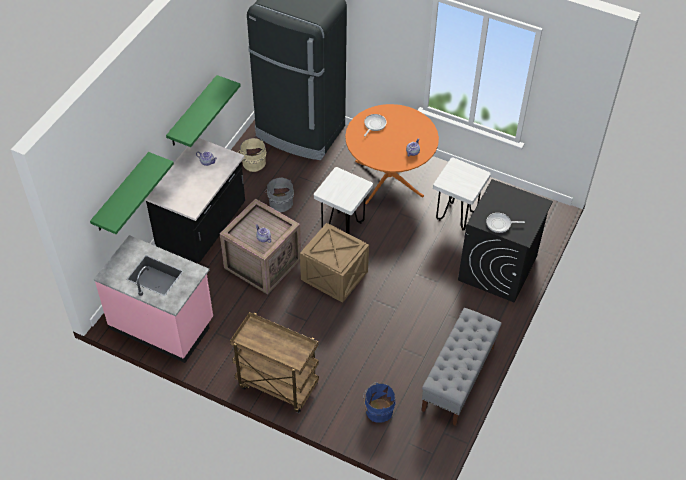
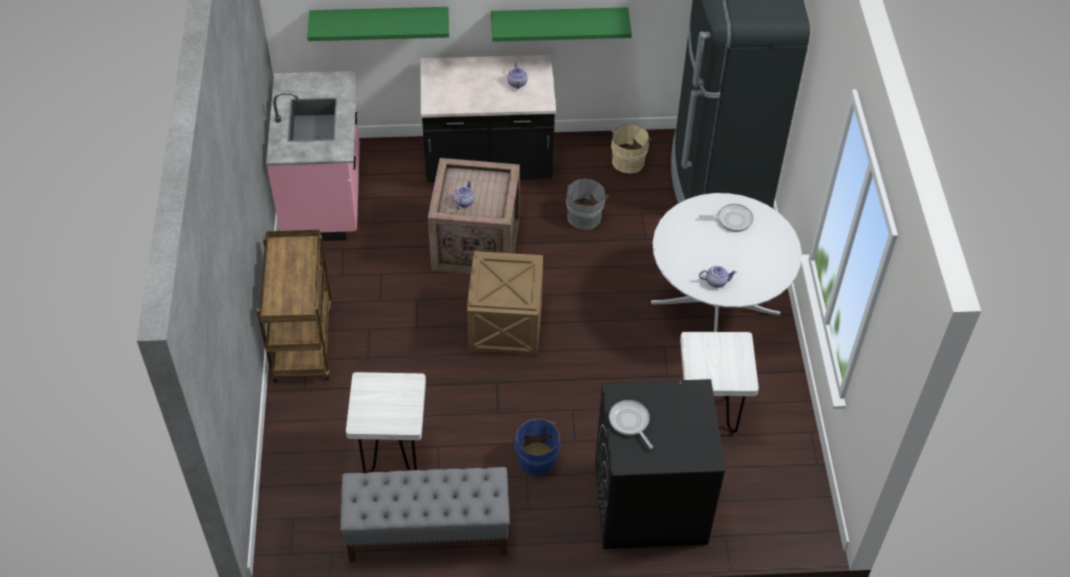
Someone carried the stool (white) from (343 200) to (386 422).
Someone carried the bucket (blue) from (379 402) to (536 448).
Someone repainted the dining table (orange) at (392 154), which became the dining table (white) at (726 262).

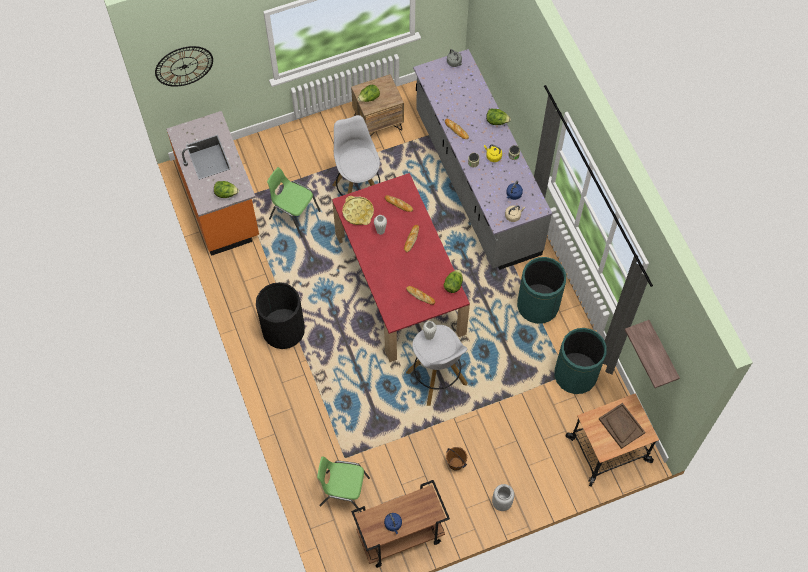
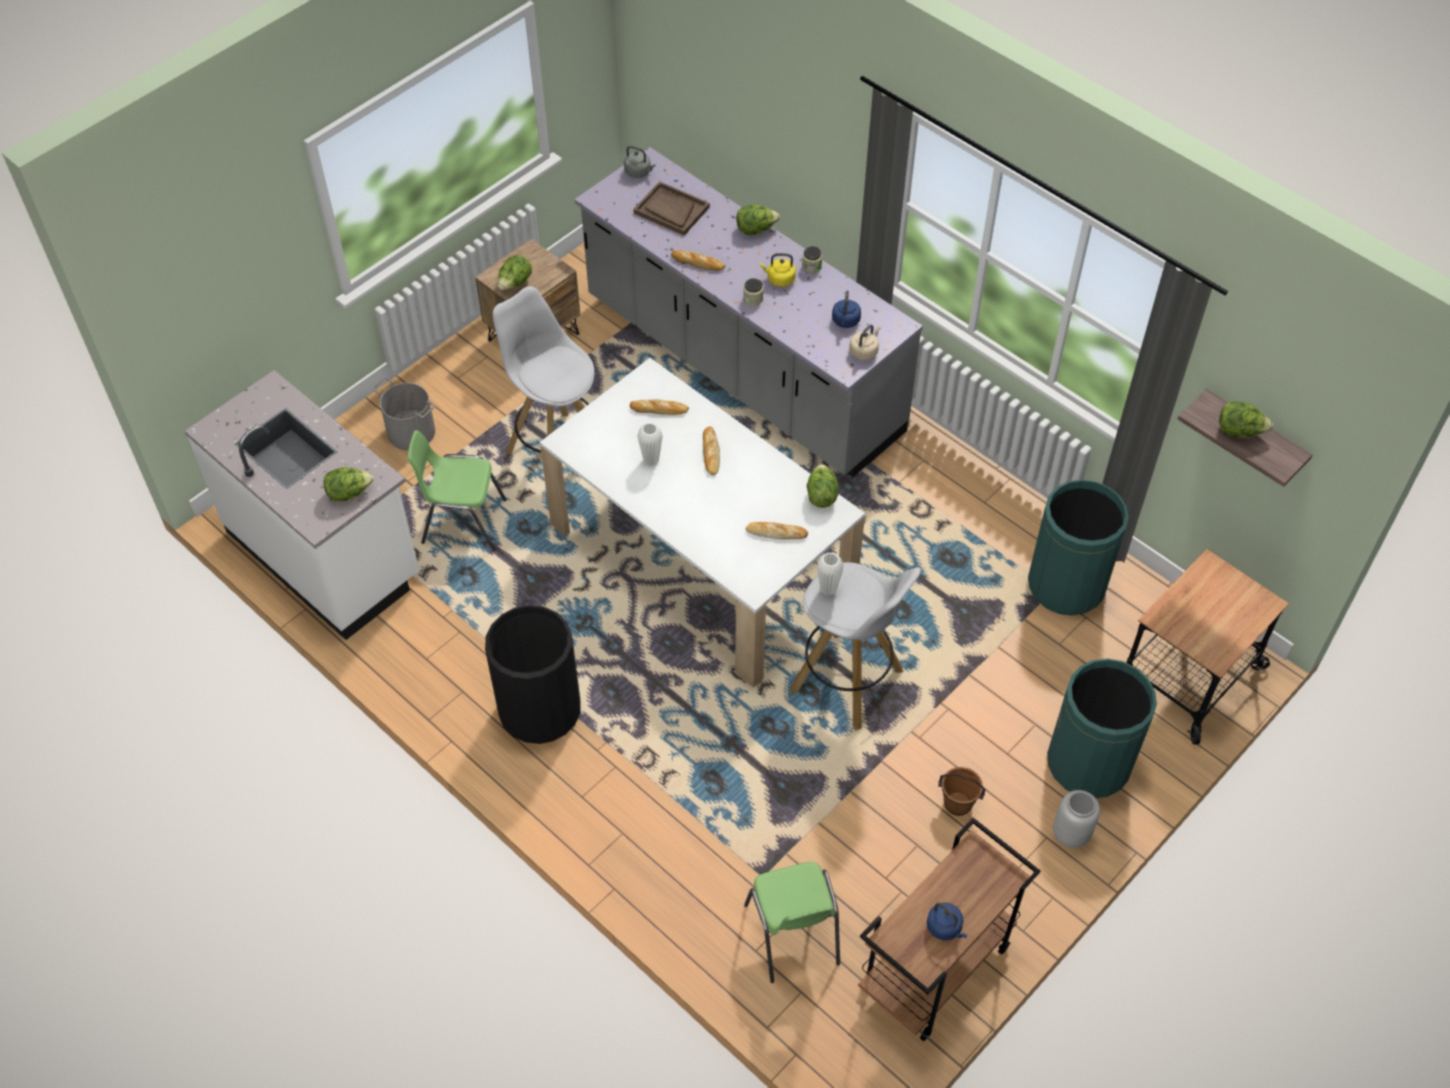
Someone took away the wall clock at (184 66).
Someone took away the tray (yellow) at (358 210).
Someone put down the bucket (grey) at (403 414).
Someone put down the lettuce at (1246 419).
Someone carried the trash can (green) from (541 290) to (1102 728).
Someone carried the tray (brown) from (622 426) to (672 208).
Someone repainted the counter (orange) at (212 183), which became the counter (white) at (302 505).
Someone repainted the dining table (red) at (401 267), which became the dining table (white) at (702 523).
Someone rotated the chair (green) at (343 484) by 90 degrees counterclockwise.

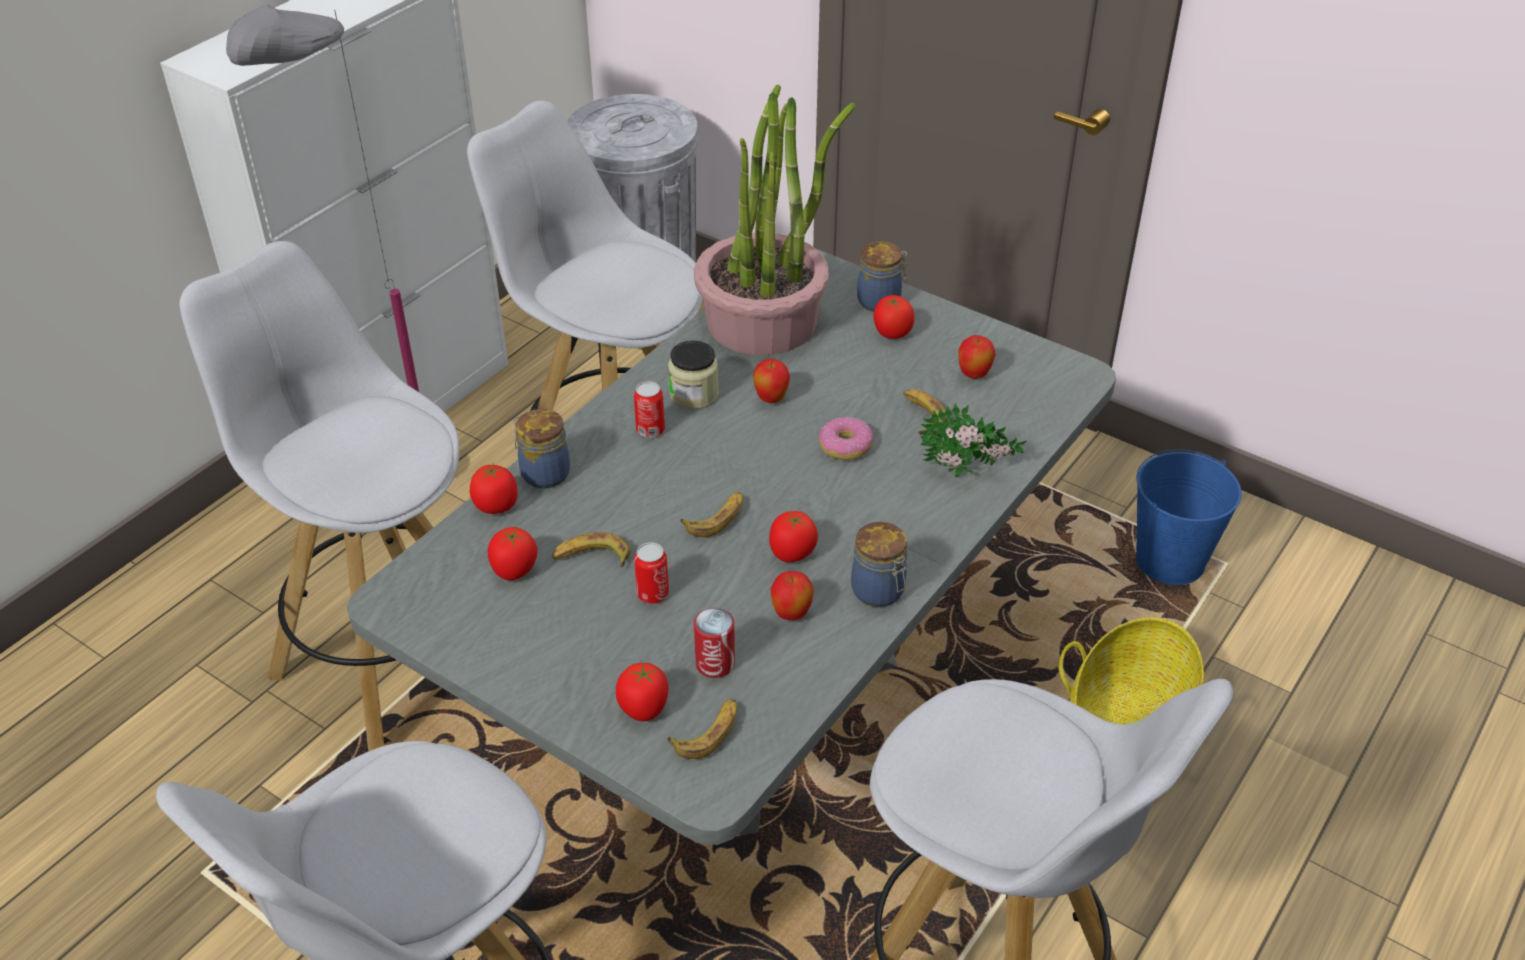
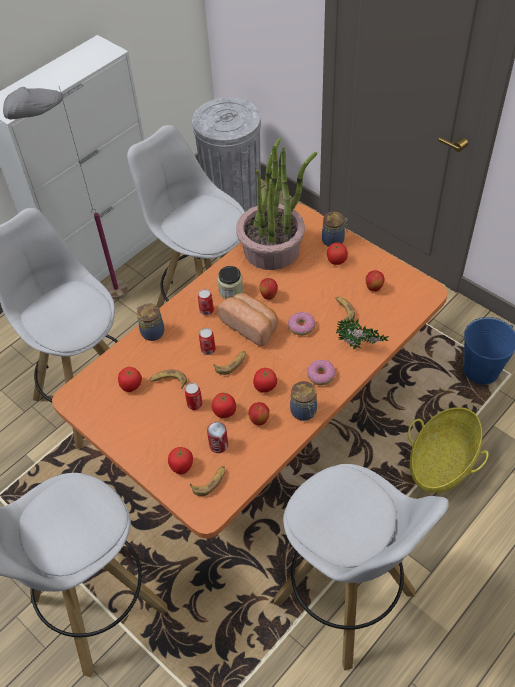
Someone put down the can at (207 341).
Someone put down the bread at (248 319).
Someone put down the donut at (321 372).
Someone carried the tomato from (494 488) to (224 405).
Someone repainted the dining table (grey) at (731 547), which became the dining table (orange) at (250 371).

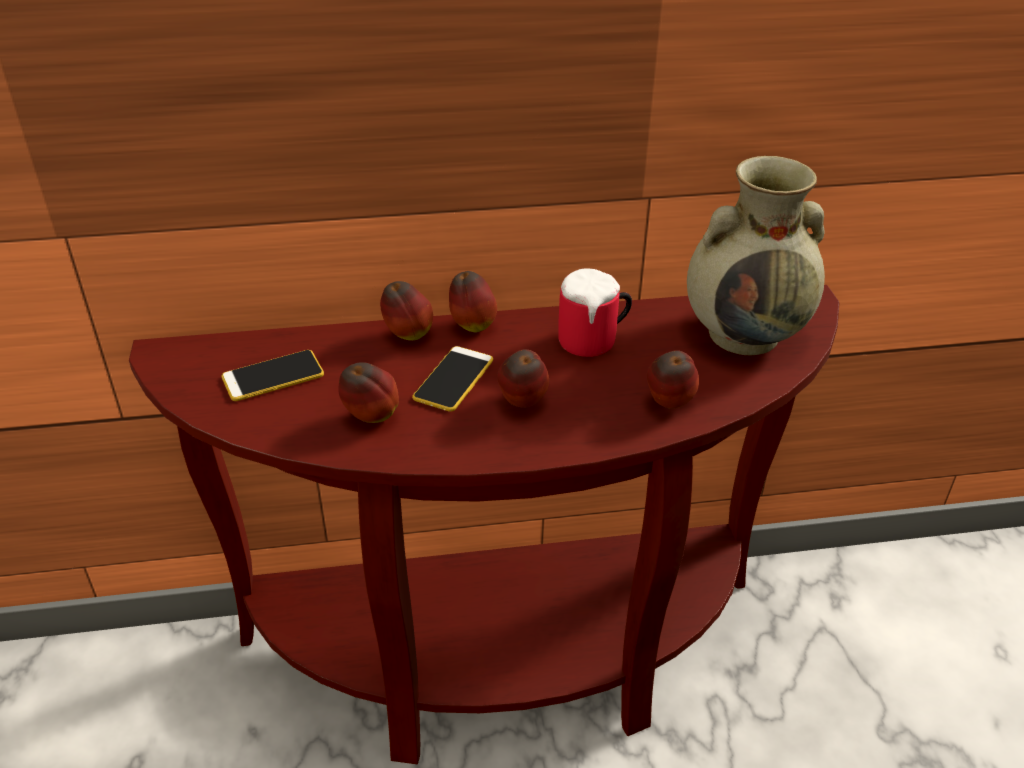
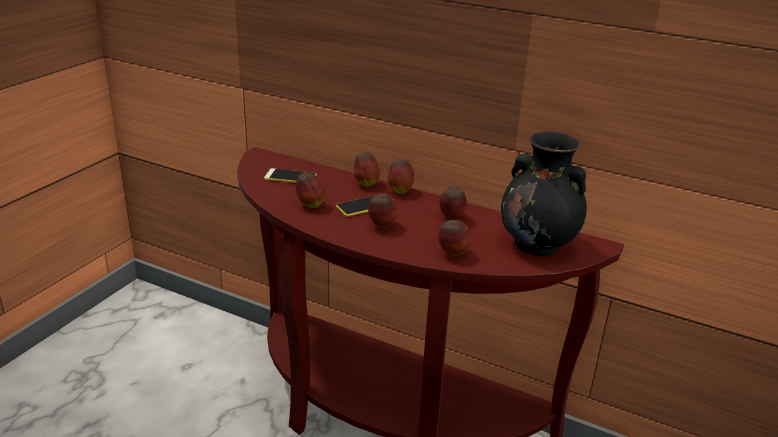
Someone swapped the mug at (595 313) for the apple at (453 202).
Someone repainted the vase (beige) at (756 255), which became the vase (black) at (544 194).

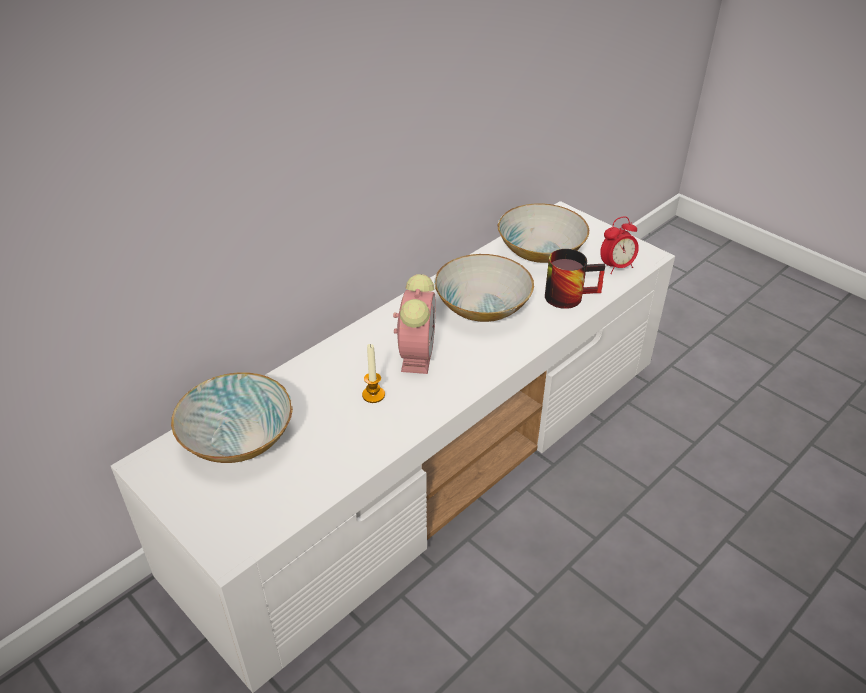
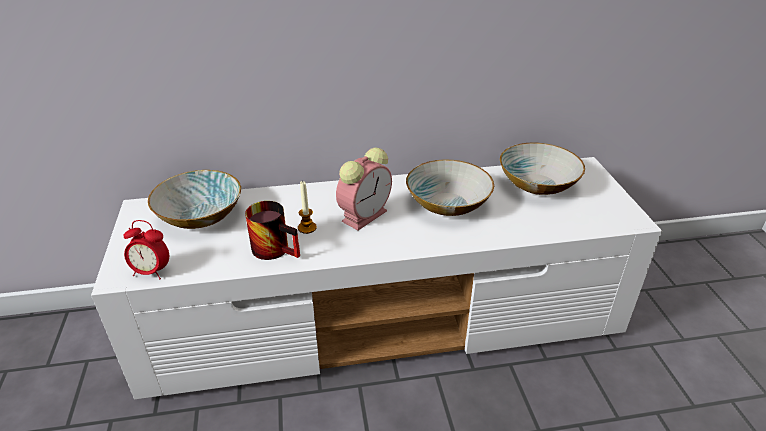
Someone carried the mug from (575 279) to (272 230).
Someone carried the alarm clock from (619 245) to (146 249).

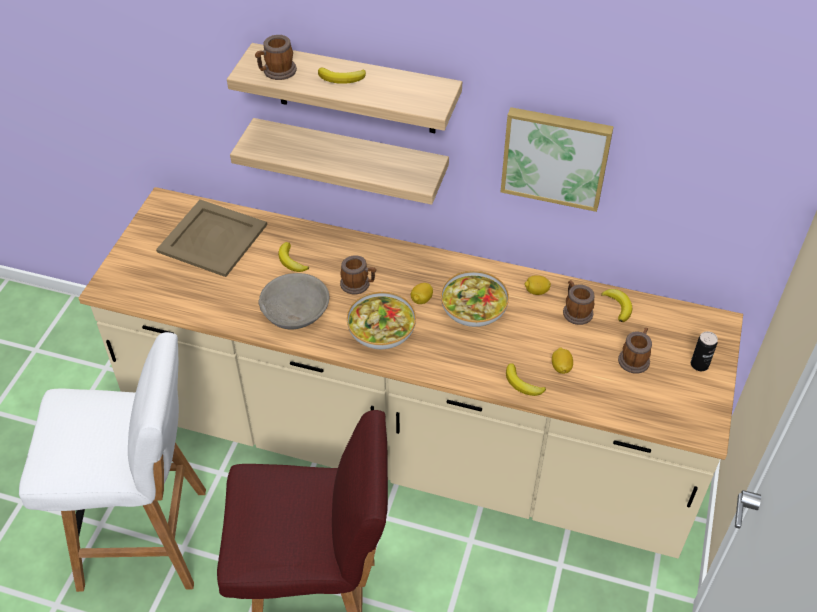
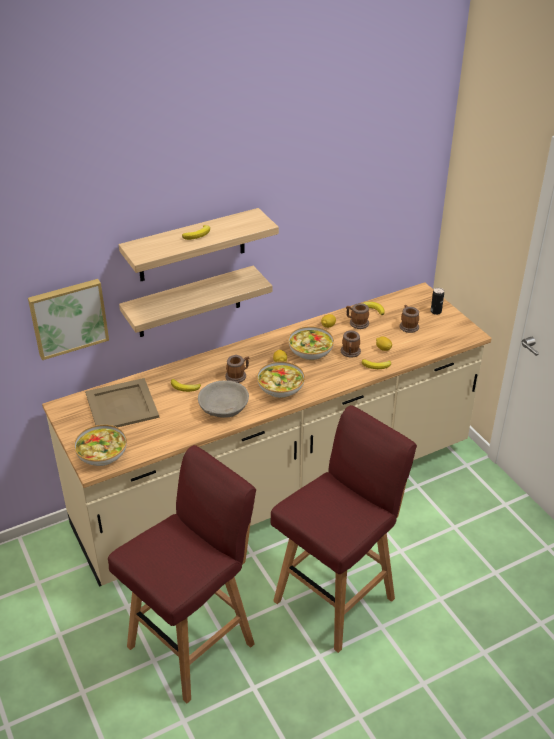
Someone put down the bowl at (100 445).
Someone carried the mug from (276 57) to (351 344).
Someone carried the picture from (557 159) to (68 319).
Someone repainted the stool (white) at (112 462), which became the stool (red) at (182 574).

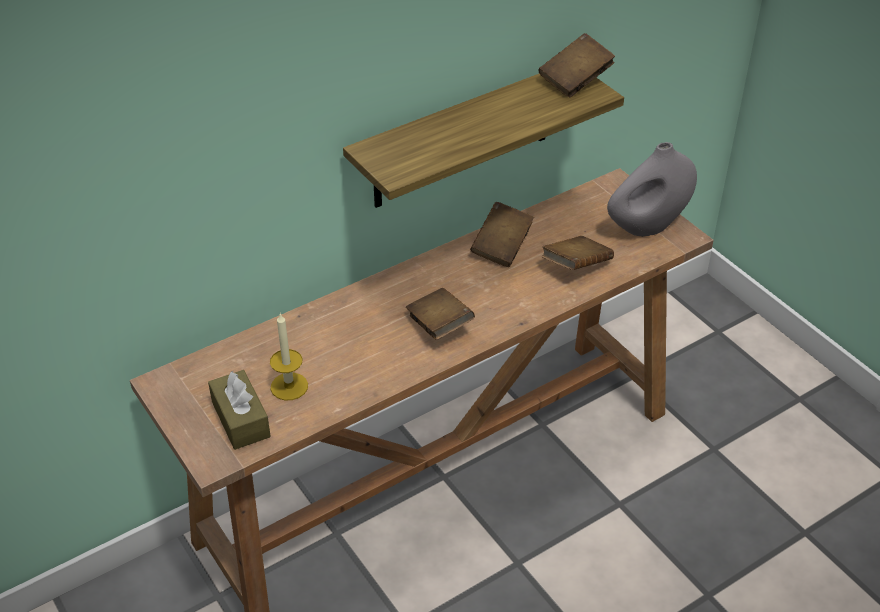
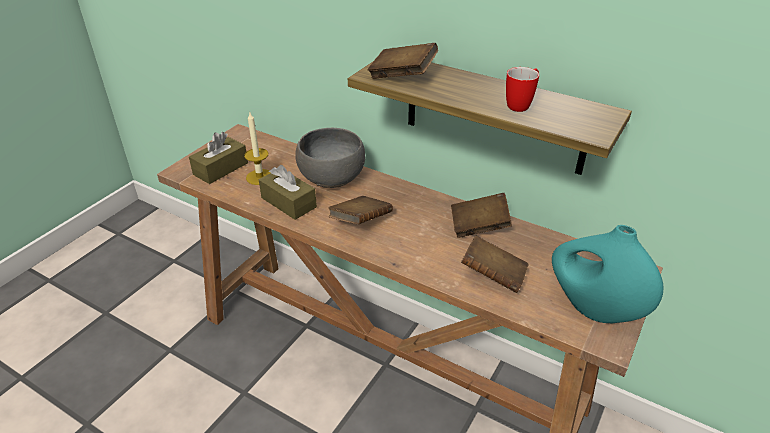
Someone put down the tissue box (brown) at (288 192).
Someone put down the bowl (grey) at (330 158).
Someone put down the mug at (522 89).
Someone carried the book (brown) from (577 65) to (402 61).
Someone repainted the vase (grey) at (652 189), which became the vase (turquoise) at (607 274).

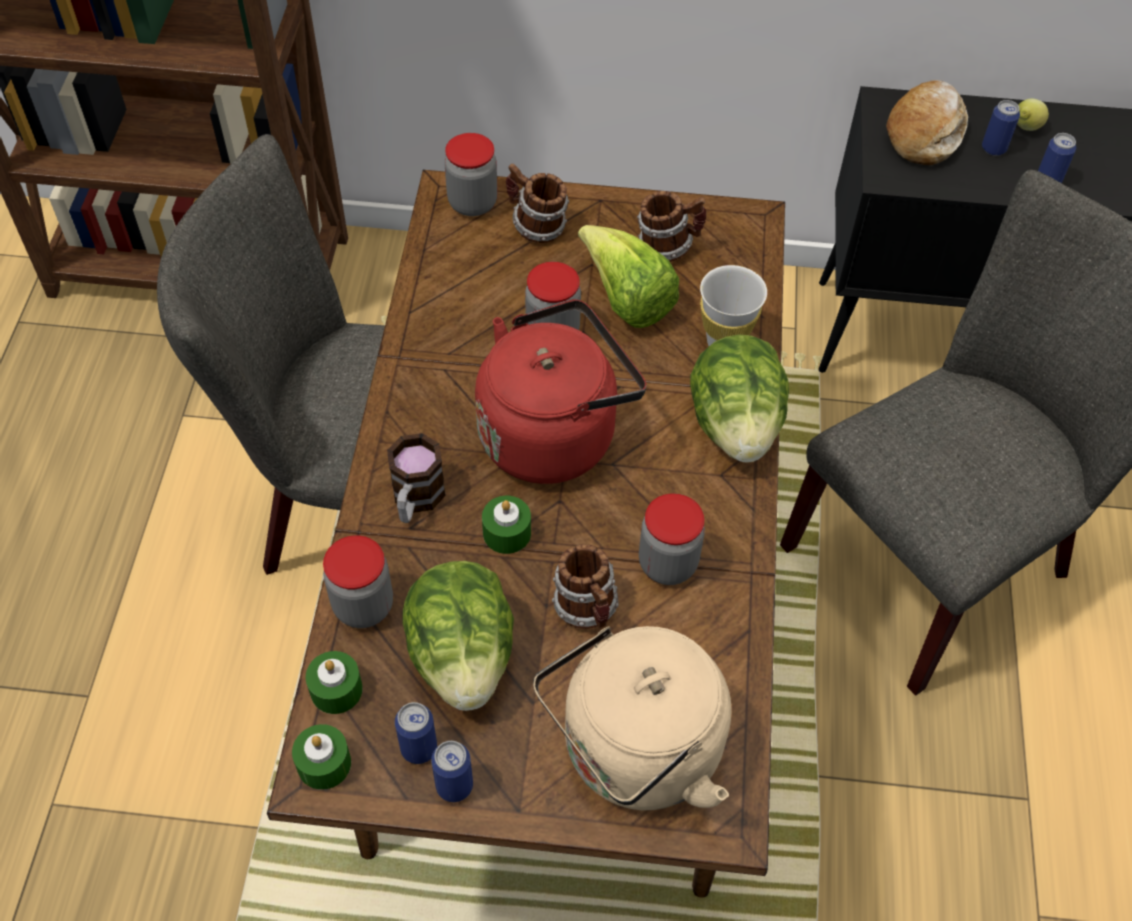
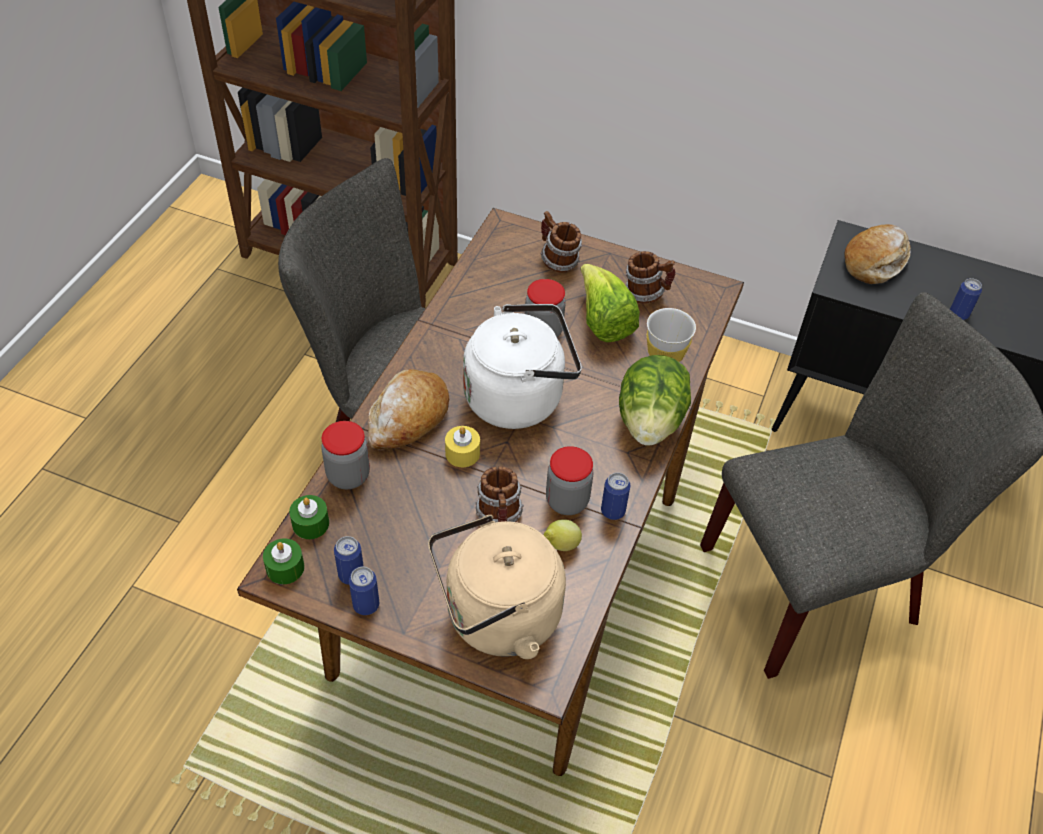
Someone took away the lettuce at (458 636).
Someone took away the jar at (471 174).
Someone carried the can from (1001 128) to (615 496).
Someone carried the lemon from (1033 114) to (563 535).
Someone swapped the mug at (416 478) for the bread at (408 409).
Someone repainted the kettle (red) at (560 391), which became the kettle (white) at (522 366).
Someone repainted the candle (green) at (506 525), which became the candle (yellow) at (462 446).

